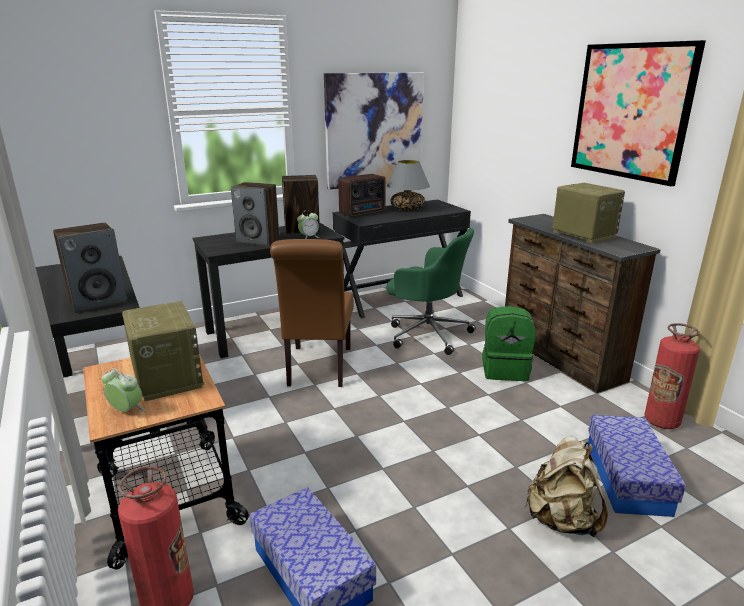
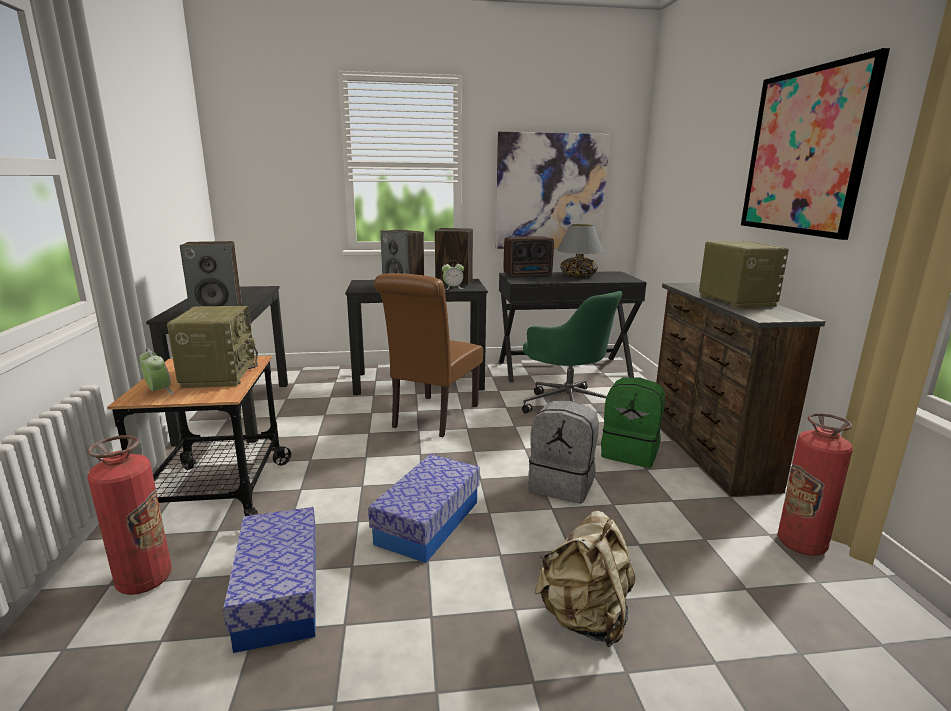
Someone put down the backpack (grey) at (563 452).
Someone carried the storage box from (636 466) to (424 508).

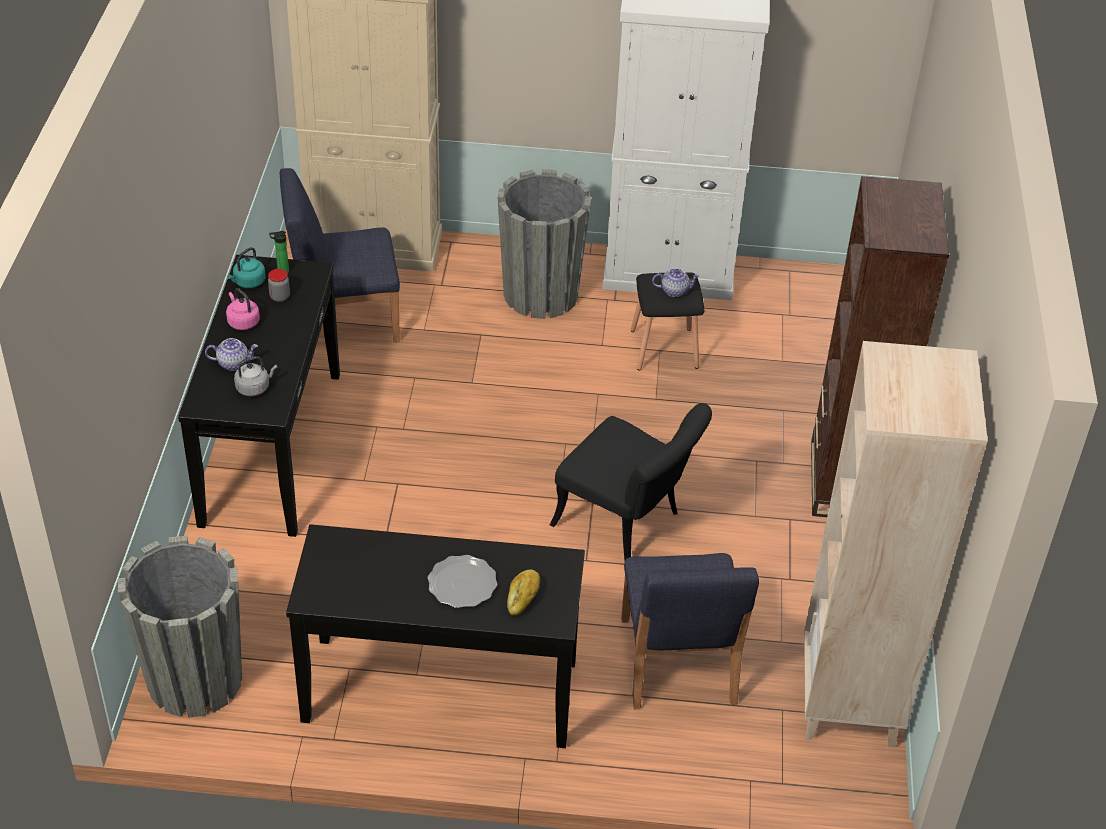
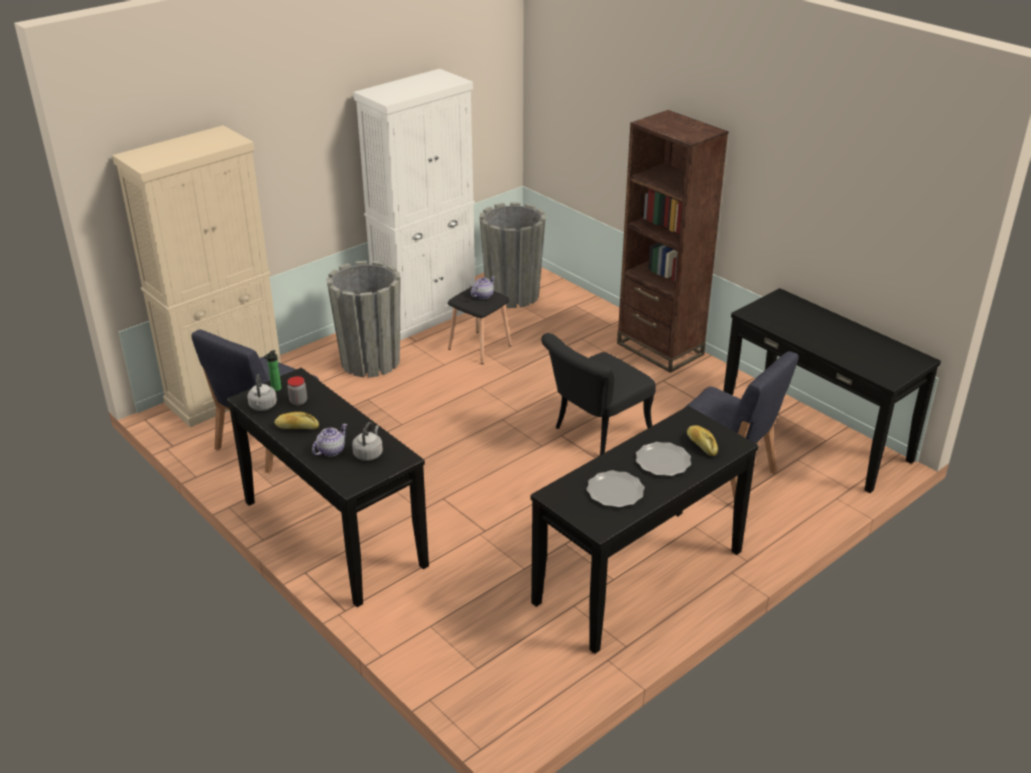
Someone put down the plate at (615 488).
Someone carried the planter (grey) from (180 627) to (512 255).
Someone swapped the kettle (pink) at (243 309) for the bread at (296 421).
Someone swapped the bookcase (beige) at (896 544) for the console table (black) at (832 390).
Someone repainted the kettle (turquoise) at (246 267), which became the kettle (grey) at (262 392).
Someone rotated the chair (black) at (631 481) by 150 degrees clockwise.

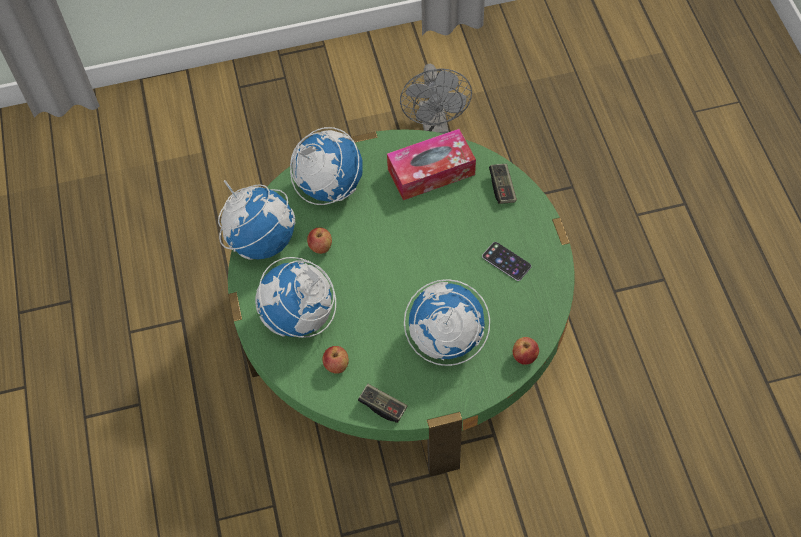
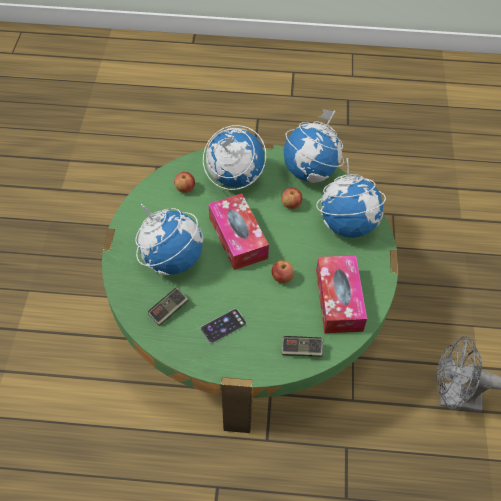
Someone put down the tissue box at (239 232).
Someone carried the game controller from (382 403) to (168 307).
Someone carried the apple from (526 351) to (283 271).

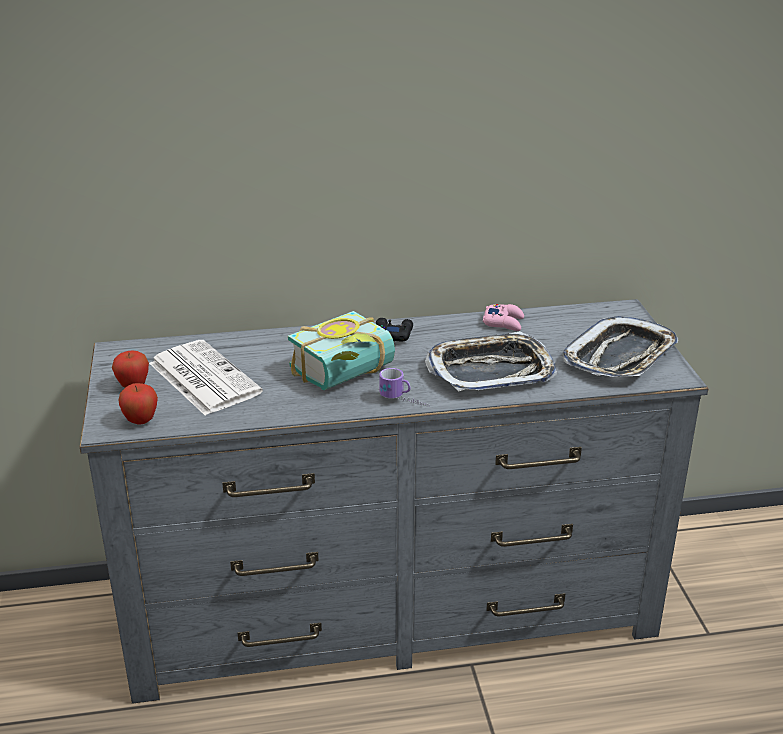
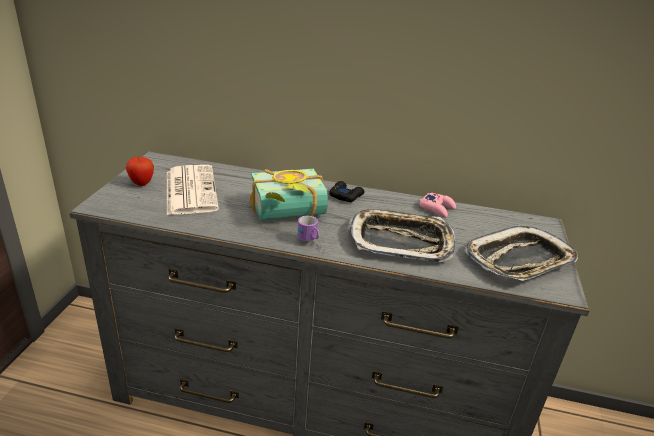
Someone took away the apple at (138 403).

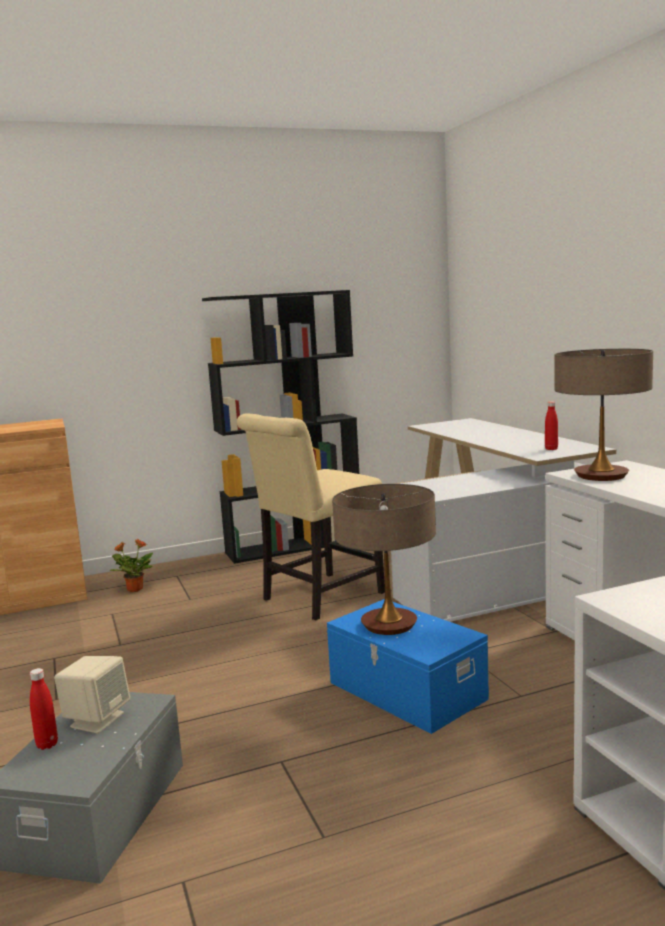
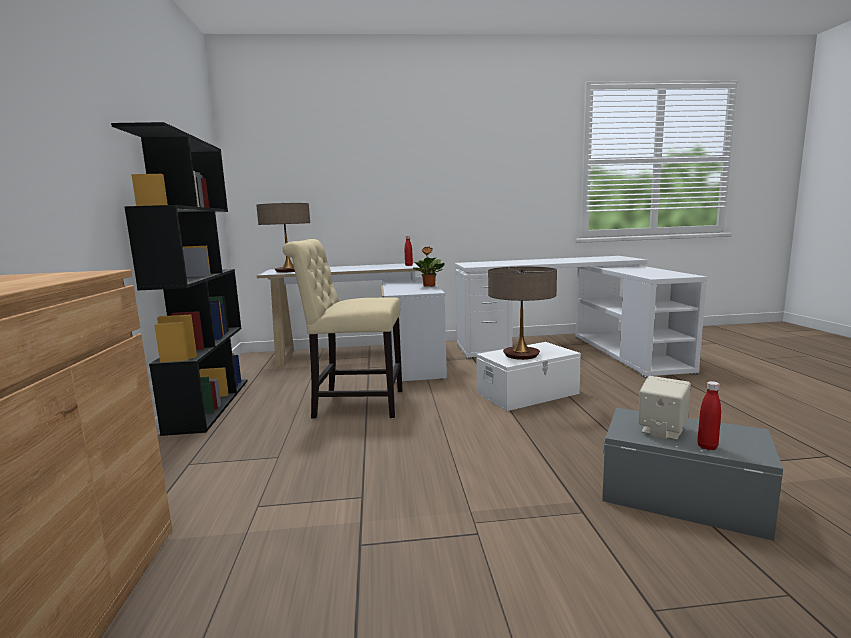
Someone carried the potted plant from (131 565) to (429 266).
Someone carried the table lamp from (603 415) to (283 238).
Someone repainted the storage box (blue) at (408 666), which became the storage box (white) at (528 376).
Someone rotated the chair (beige) at (311 517) by 120 degrees clockwise.

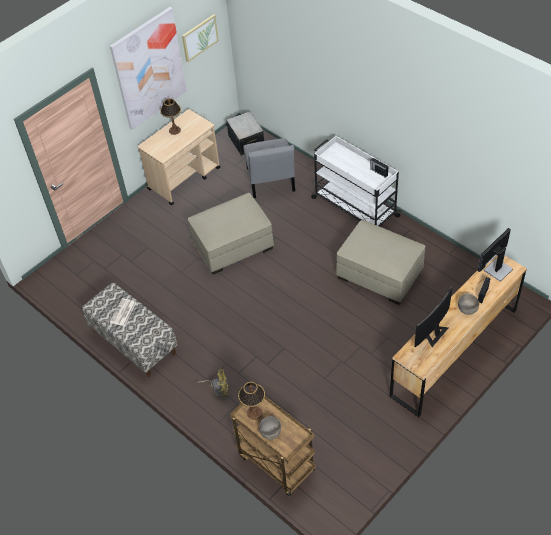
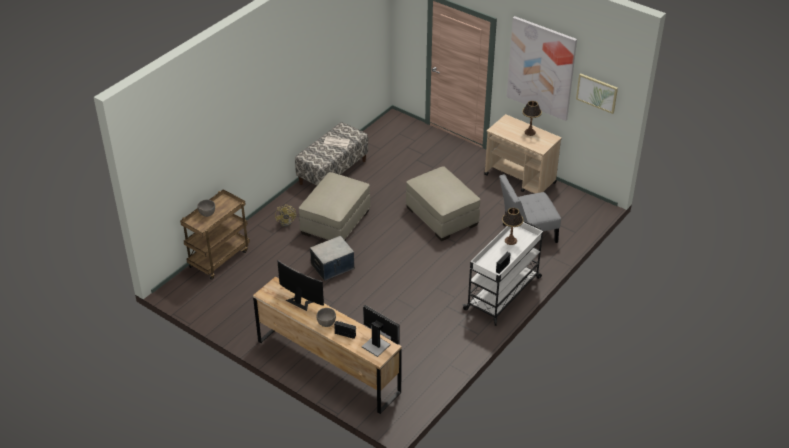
Someone carried the storage box from (245 133) to (332 258).
Someone carried the table lamp from (251 401) to (513 226).
Someone carried the ottoman (beige) from (380 262) to (335 206).

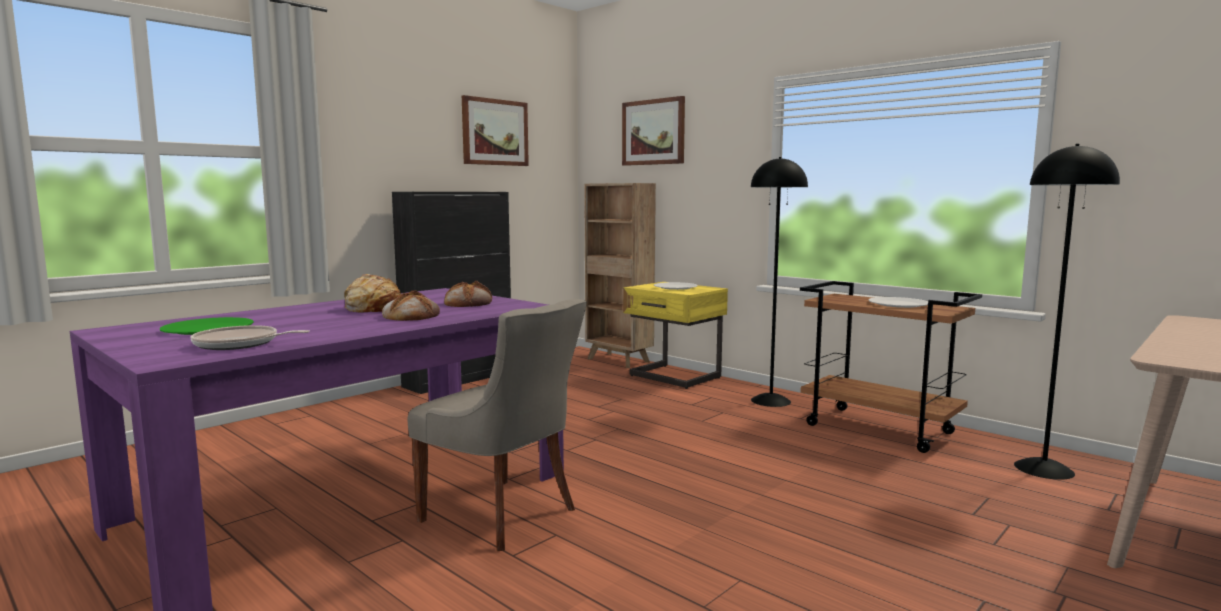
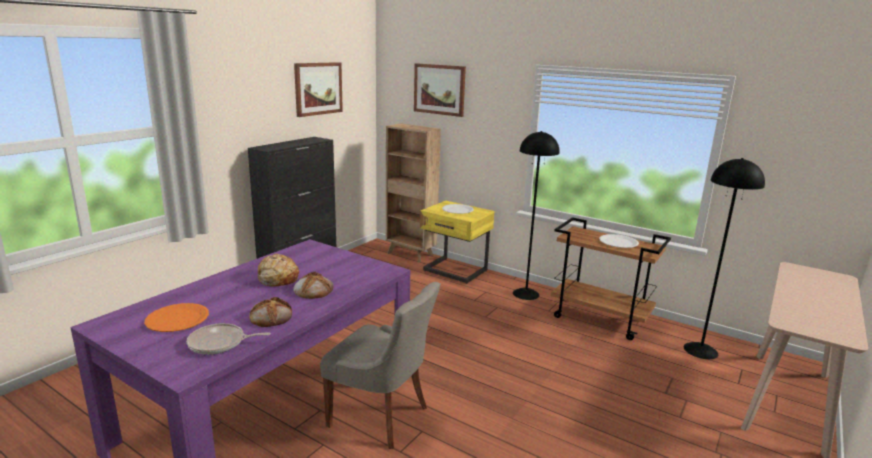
Someone carried the bread from (468 294) to (270 312).
Someone repainted the plate (green) at (207 326), which became the plate (orange) at (176 317).

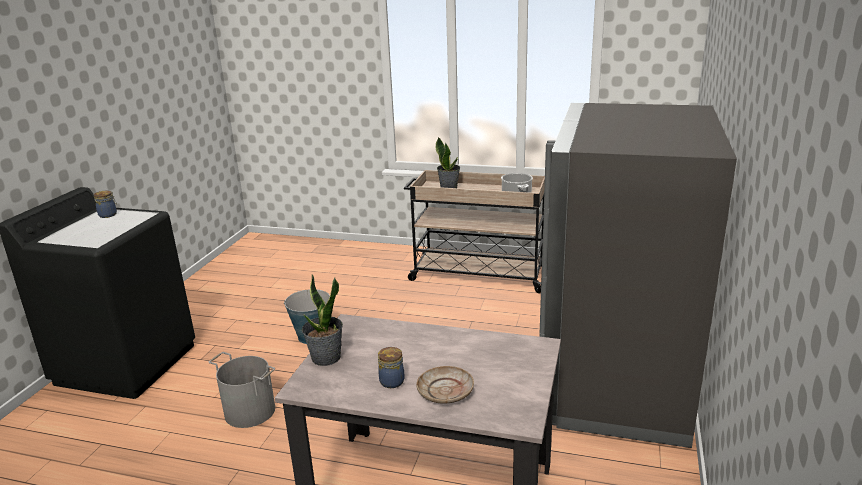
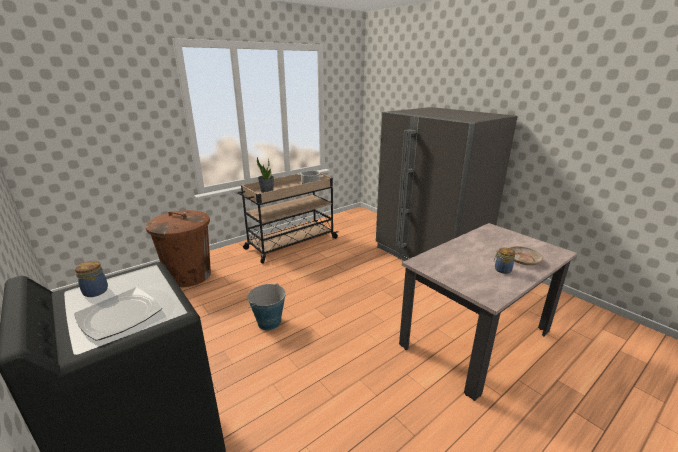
Someone took away the bucket (grey) at (242 390).
Someone took away the potted plant at (322 320).
Someone put down the plate at (118 314).
Someone put down the trash can (brown) at (178 248).

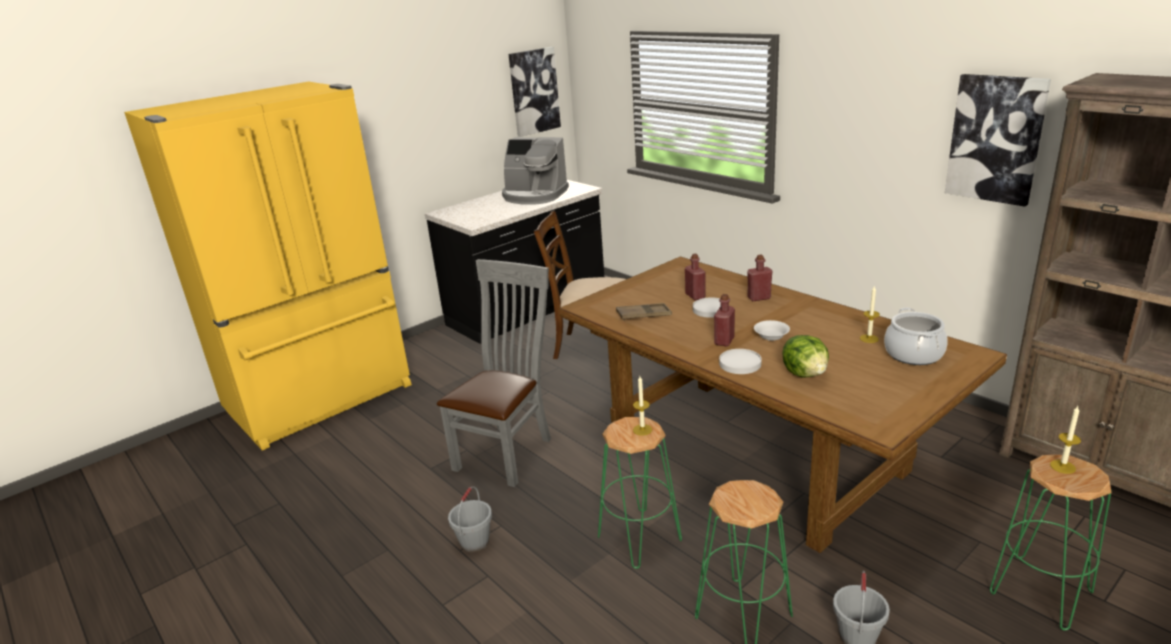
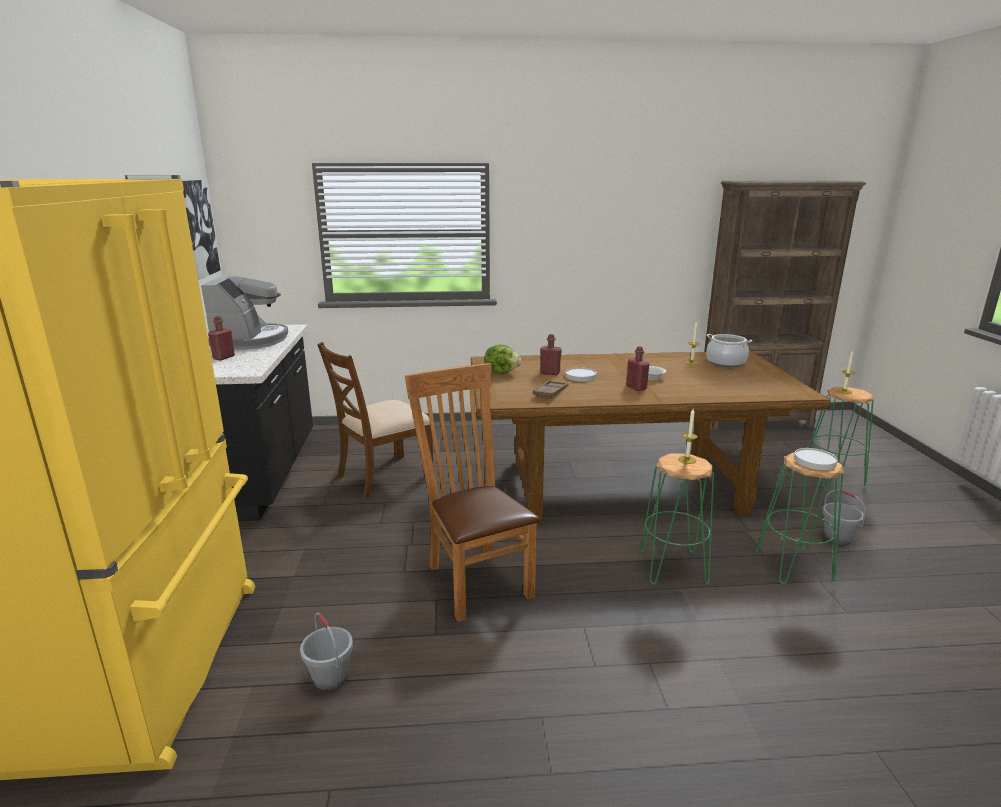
Someone took away the picture at (998 140).
Someone carried the bucket (grey) from (470 519) to (326 652).
Someone carried the plate (white) from (740 361) to (815 459).
Someone carried the bottle (red) from (759 278) to (221 338).
Someone carried the lettuce from (805 356) to (502 359).
Someone repainted the chair (grey) at (494 373), which became the chair (brown) at (472 492).
Someone rotated the coffee machine at (535 171) by 60 degrees counterclockwise.

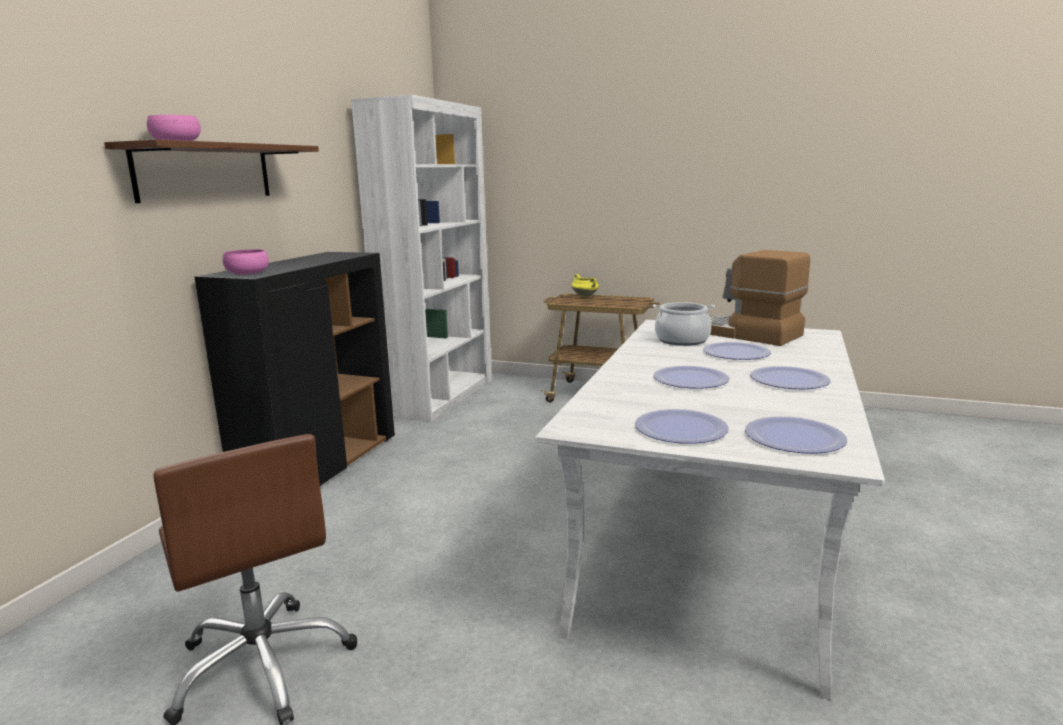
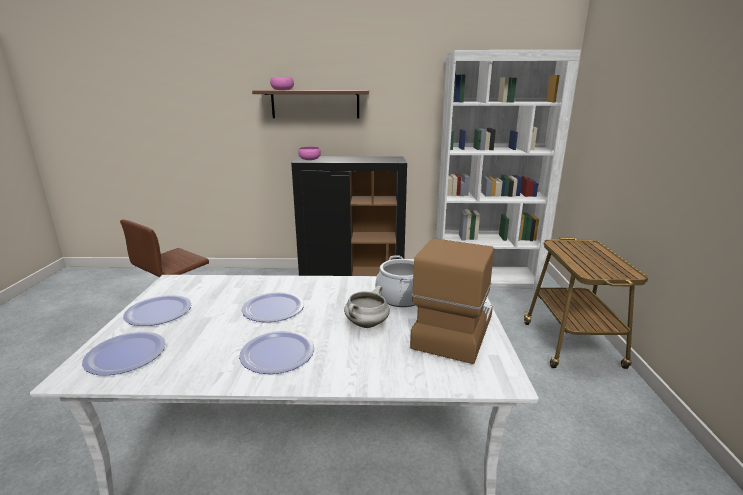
Someone took away the cooking pot (yellow) at (585 285).
Someone swapped the plate at (737 351) for the cooking pot (white) at (367 306).

